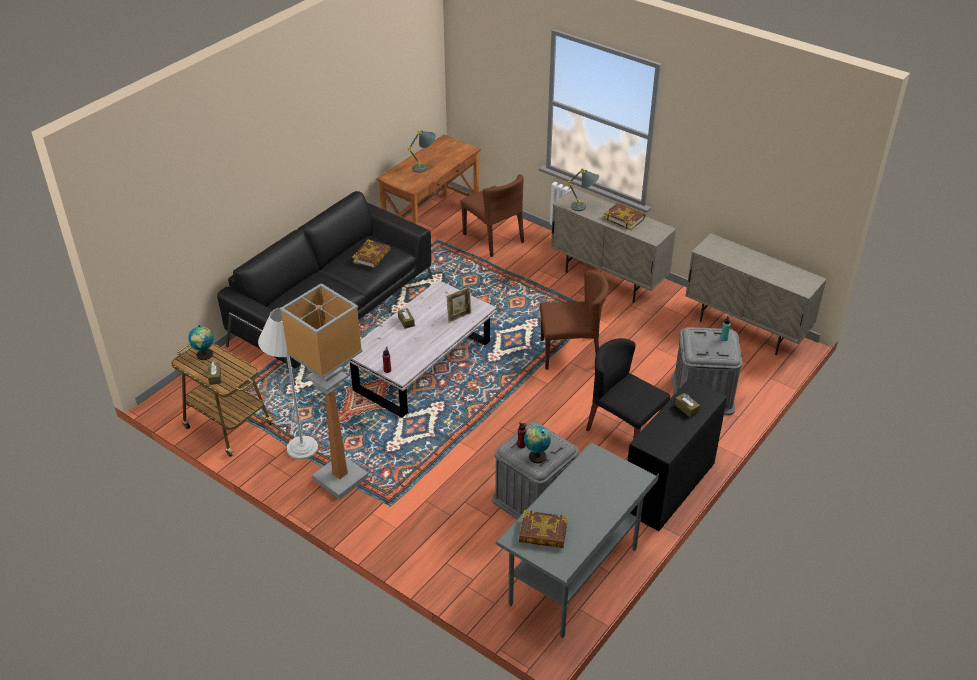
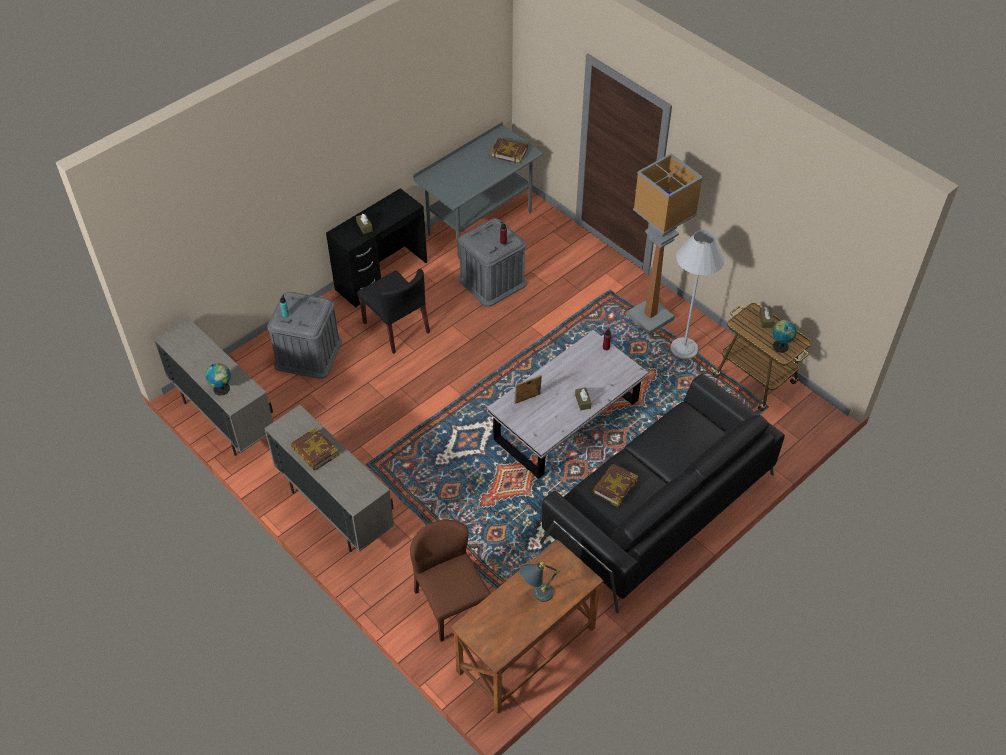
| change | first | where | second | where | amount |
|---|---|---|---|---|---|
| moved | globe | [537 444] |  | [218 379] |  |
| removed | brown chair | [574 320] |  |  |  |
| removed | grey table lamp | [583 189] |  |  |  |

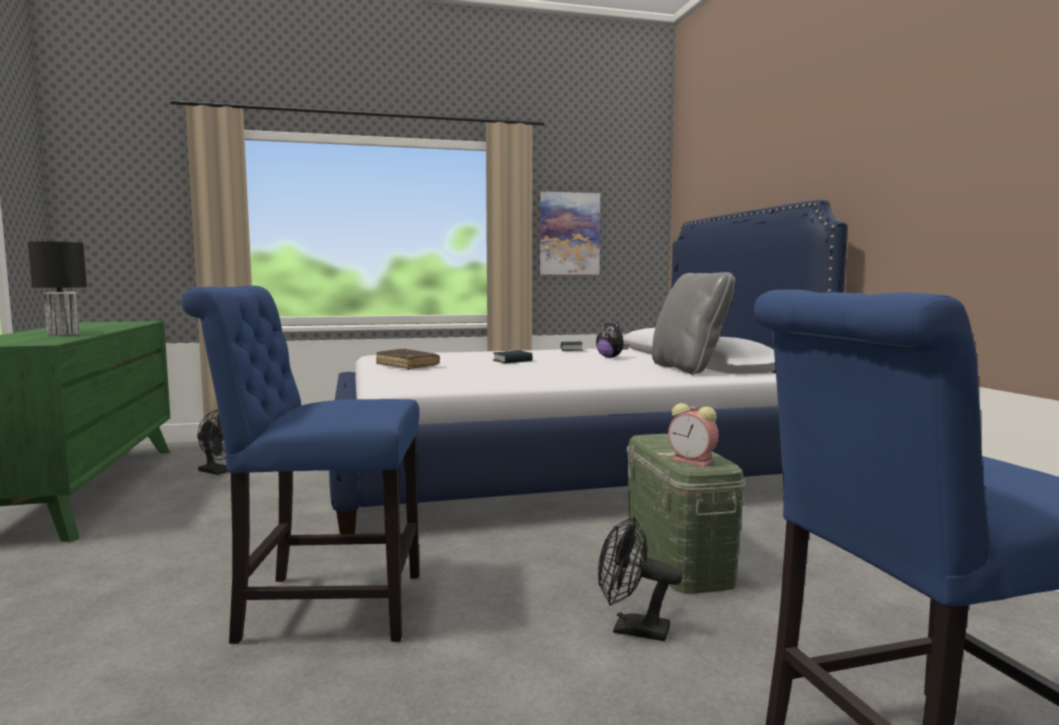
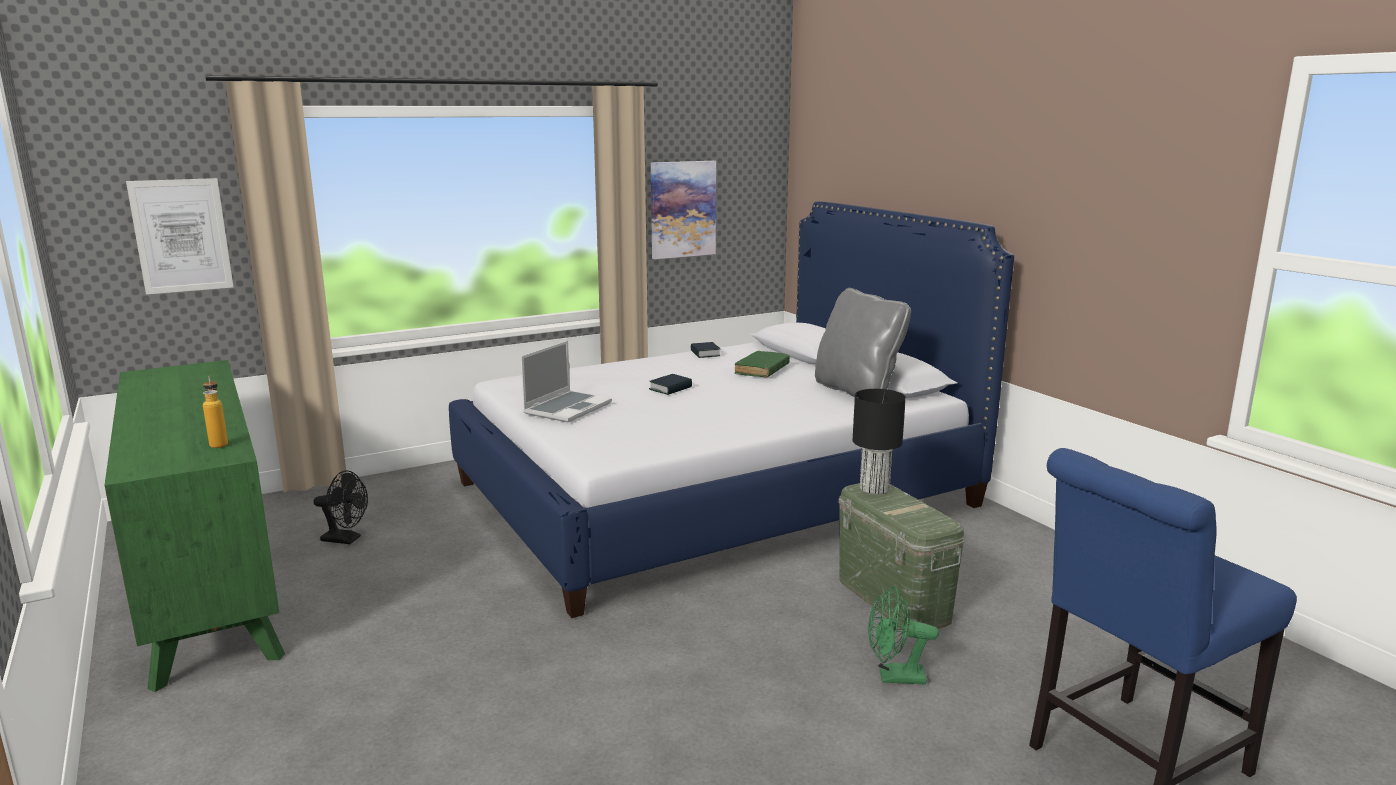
| change | first | where | second | where | amount |
|---|---|---|---|---|---|
| added |  |  | picture | [179 236] |  |
| added |  |  | bottle | [215 412] |  |
| replaced | brown book | [408 358] | laptop | [566 382] |  |
| replaced | plush toy | [612 339] | green book | [762 364] |  |
| moved | black table lamp | [57 288] |  | [879 442] |  |
| recoloured | black fan | [640 578] | green fan | [903 635] |  |
| removed | blue chair | [300 464] |  |  |  |
| removed | alarm clock | [693 435] |  |  |  |

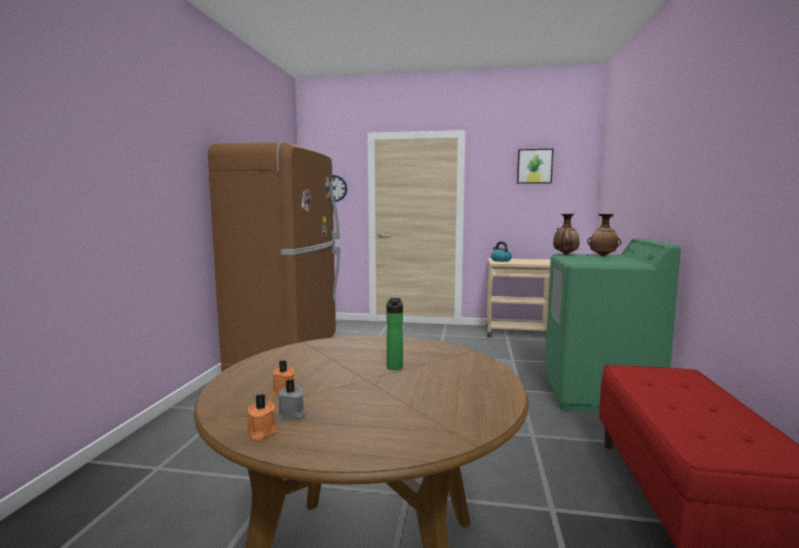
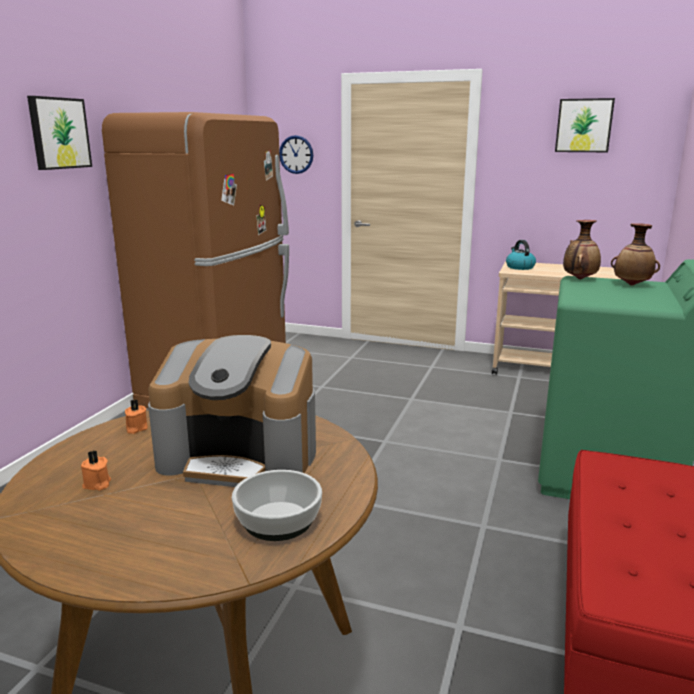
| change | first | where | second | where | amount |
|---|---|---|---|---|---|
| added |  |  | picture | [59 133] |  |
| moved | orange candle | [262 417] |  | [136 416] |  |
| replaced | bottle | [395 334] | coffee machine | [232 411] |  |
| added |  |  | bowl | [277 505] |  |
| removed | grey candle | [292 399] |  |  |  |

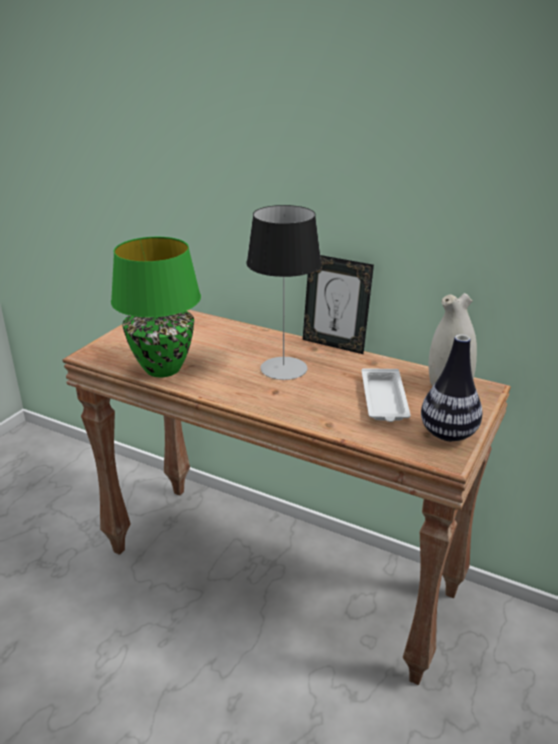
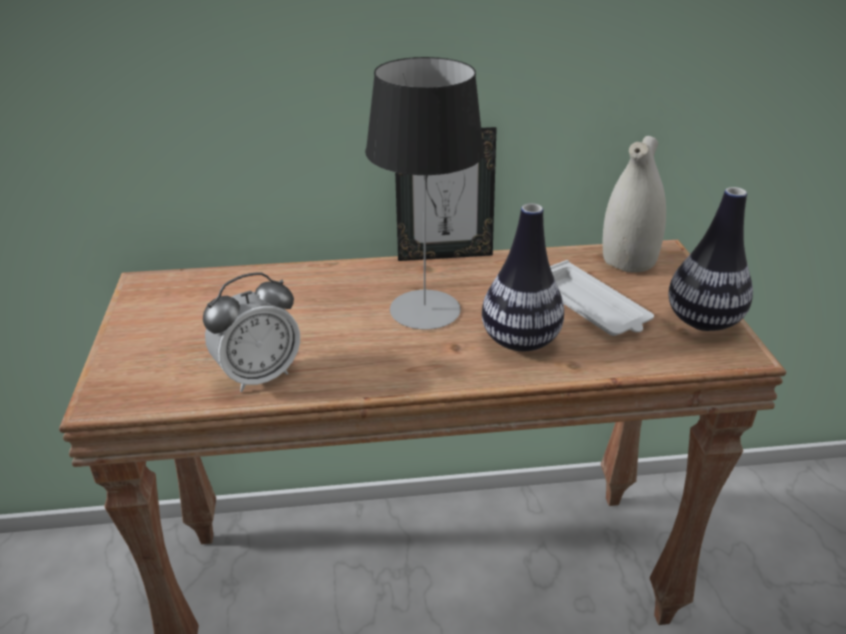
| change | first | where | second | where | amount |
|---|---|---|---|---|---|
| replaced | green table lamp | [156 307] | alarm clock | [251 332] |  |
| added |  |  | vase | [523 277] |  |

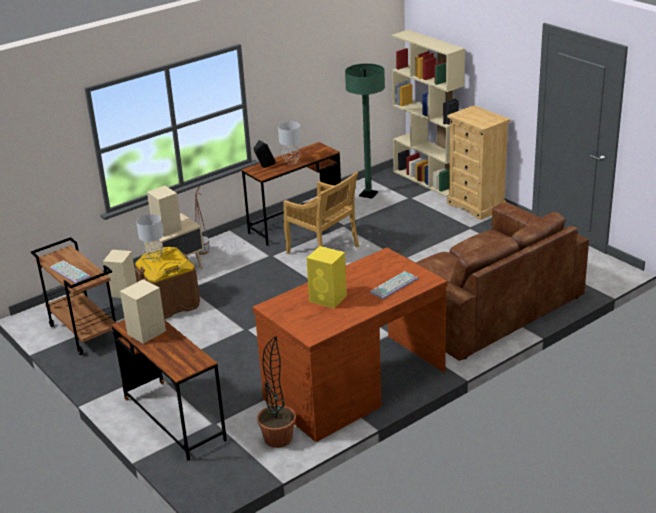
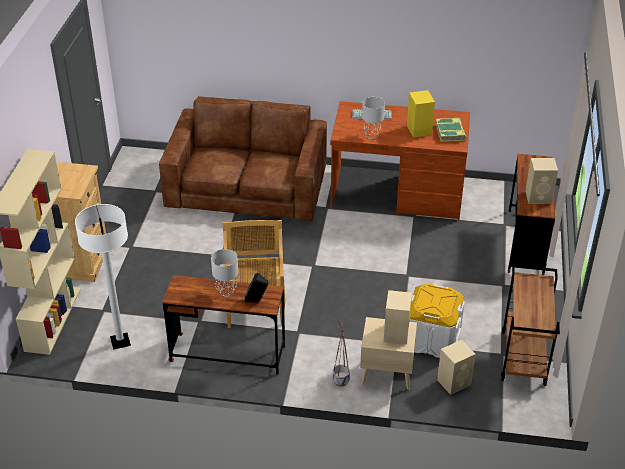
| change | first | where | second | where | amount |
|---|---|---|---|---|---|
| recoloured | green floor lamp | [365 131] | white floor lamp | [103 277] |  |
| moved | grey table lamp | [150 237] |  | [373 118] |  |
| recoloured | brown storage box | [167 283] | white storage box | [436 320] |  |
| added |  |  | book | [451 130] |  |
| removed | keyboard | [70 271] |  |  |  |
| removed | potted plant | [276 392] |  |  |  |

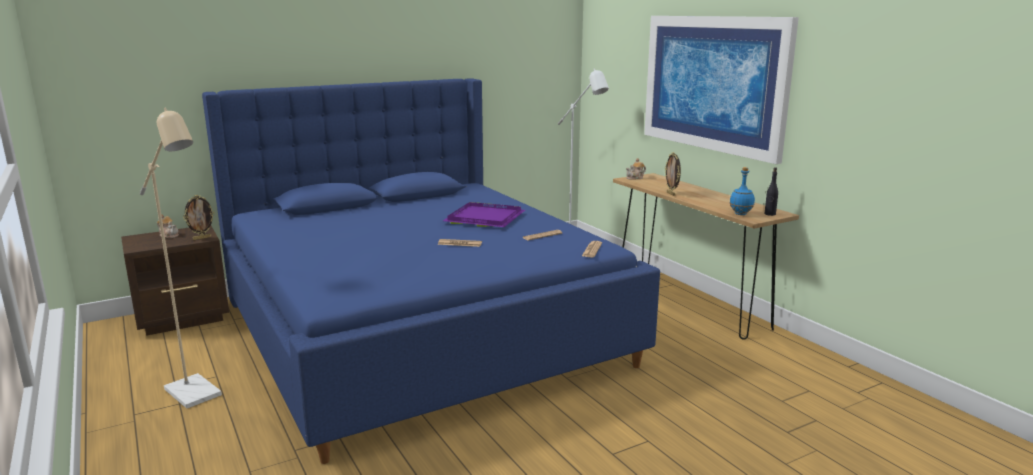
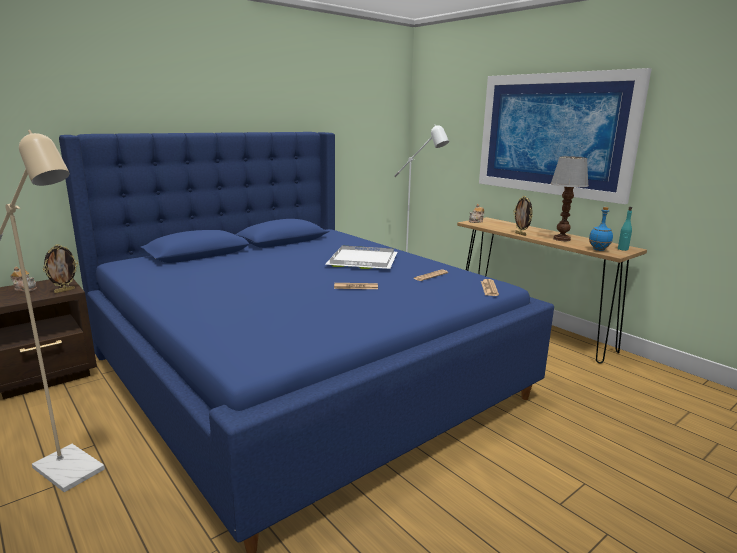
| change | first | where | second | where | amount |
|---|---|---|---|---|---|
| recoloured | purple tray | [484 214] | white tray | [361 257] |  |
| added |  |  | table lamp | [570 198] |  |
| recoloured | black bottle | [771 192] | turquoise bottle | [625 229] |  |

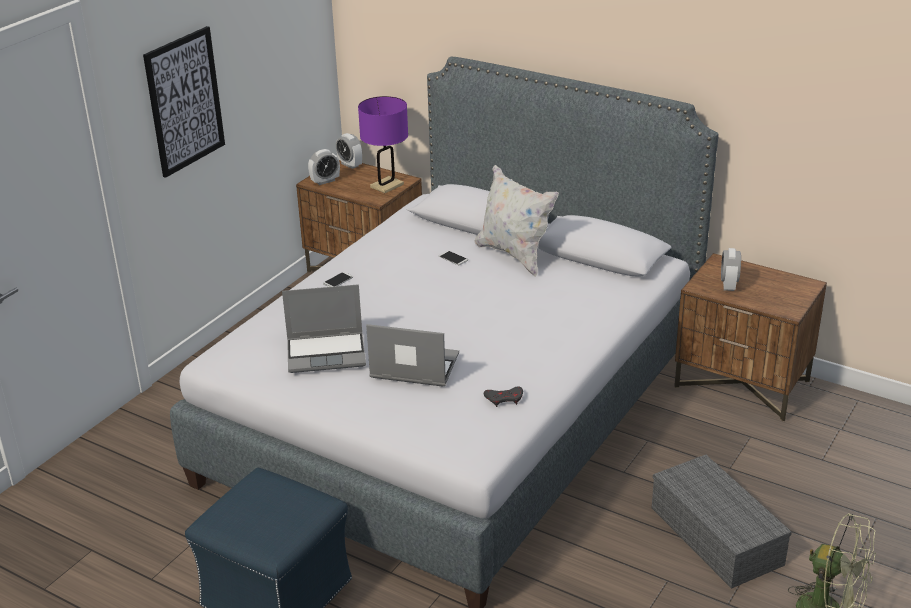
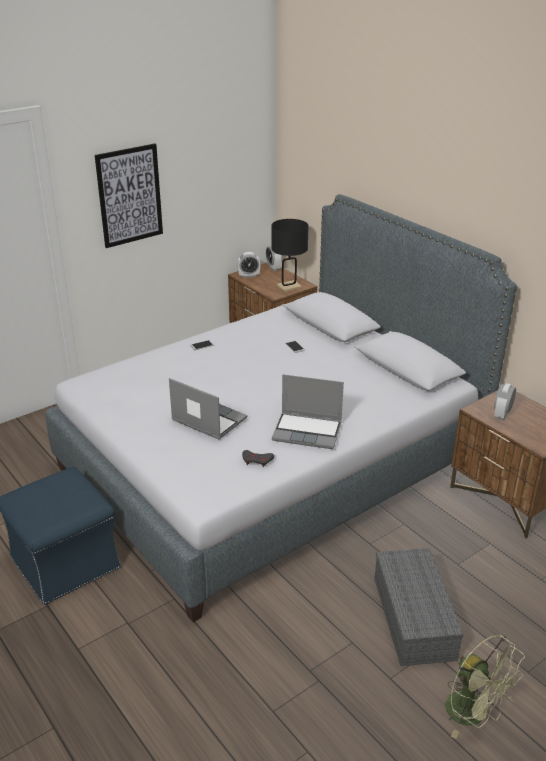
| change | first | where | second | where | amount |
|---|---|---|---|---|---|
| recoloured | purple table lamp | [383 144] | black table lamp | [290 255] |  |
| moved | laptop | [324 328] |  | [308 411] |  |
| removed | white pillow | [517 221] |  |  |  |

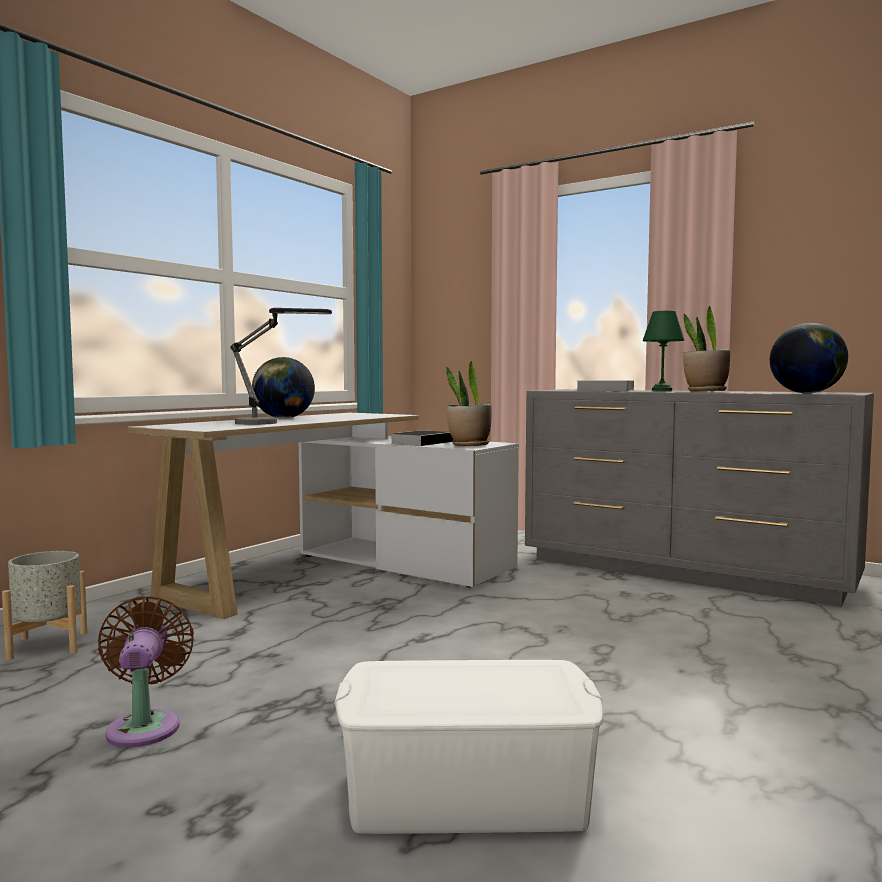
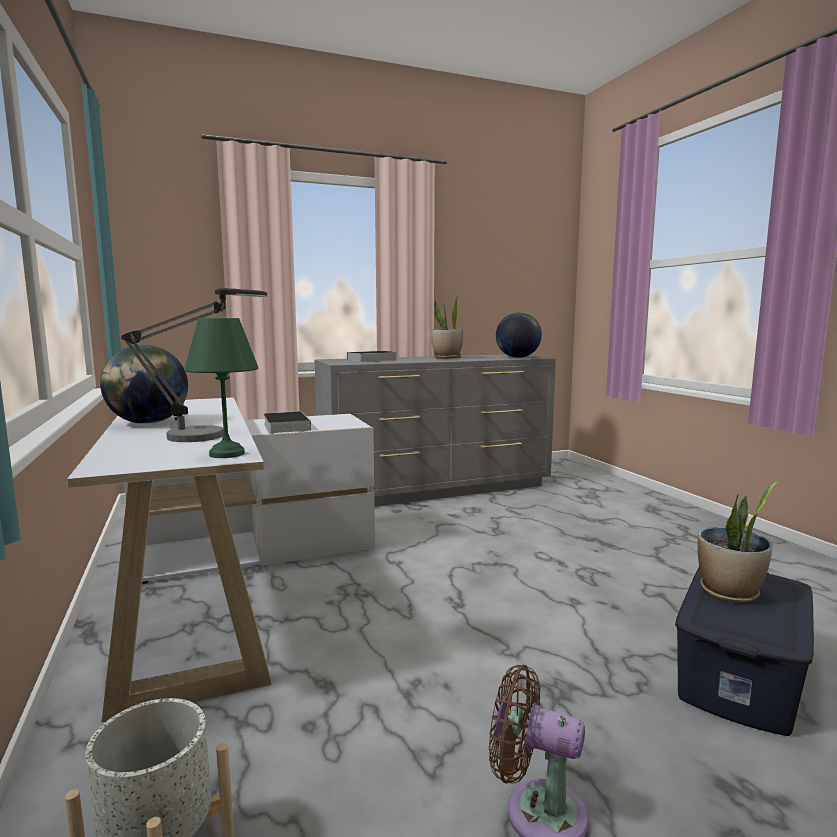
| change | first | where | second | where | amount |
|---|---|---|---|---|---|
| moved | green table lamp | [663 351] |  | [221 388] |  |
| recoloured | white storage box | [468 747] | blue storage box | [744 652] |  |
| moved | potted plant | [469 403] |  | [737 542] |  |

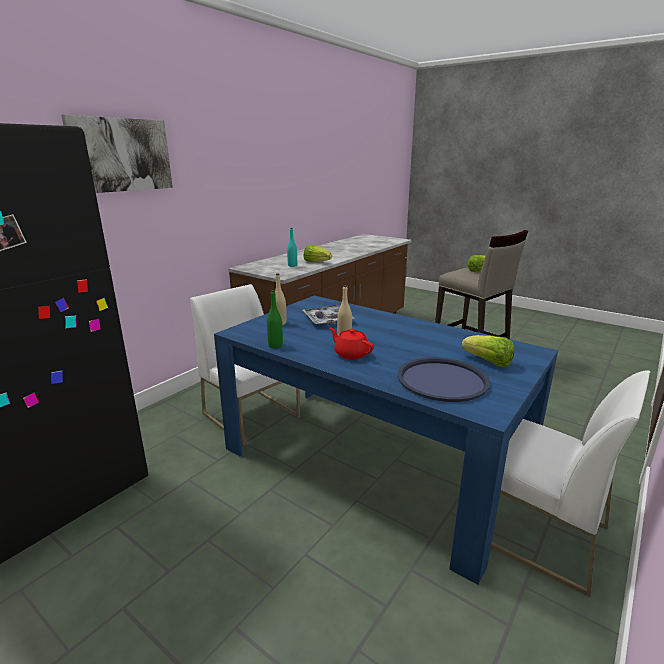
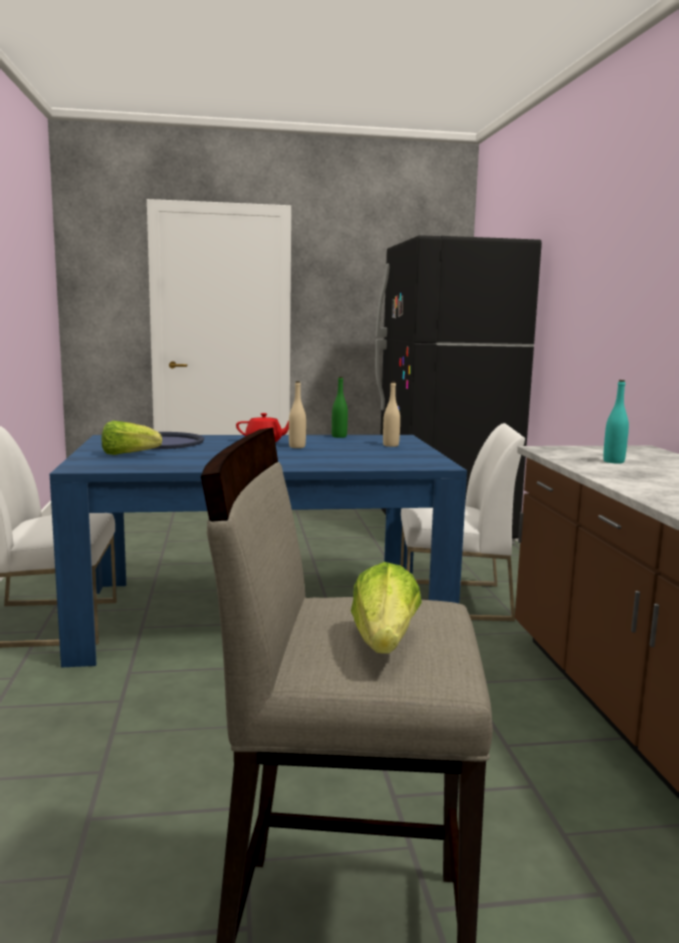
| change | first | where | second | where | amount |
|---|---|---|---|---|---|
| removed | picture | [117 154] |  |  |  |
| removed | tray | [328 315] |  |  |  |
| removed | lettuce | [318 253] |  |  |  |

